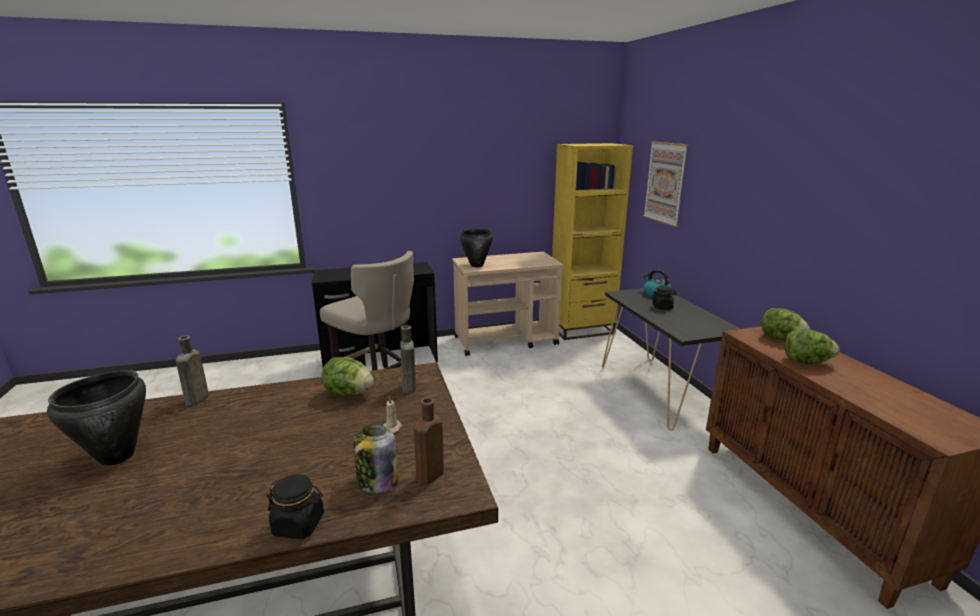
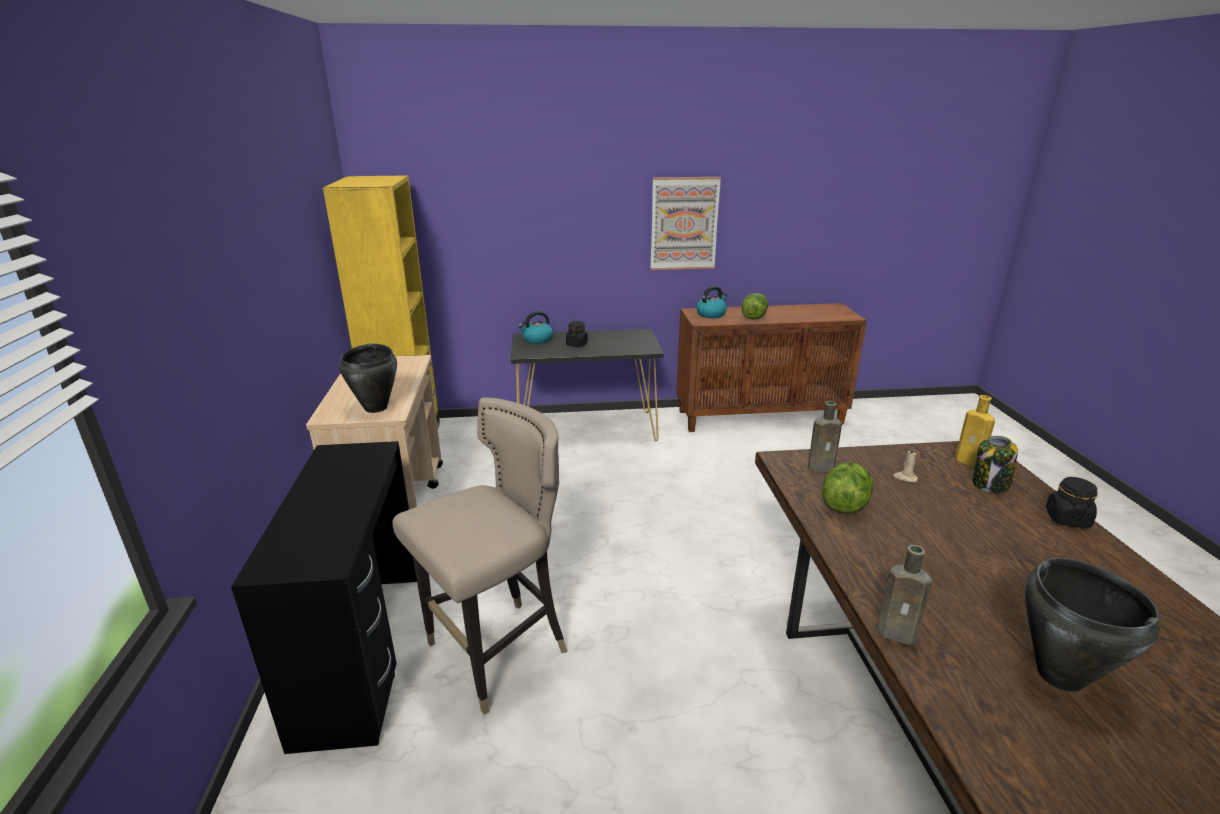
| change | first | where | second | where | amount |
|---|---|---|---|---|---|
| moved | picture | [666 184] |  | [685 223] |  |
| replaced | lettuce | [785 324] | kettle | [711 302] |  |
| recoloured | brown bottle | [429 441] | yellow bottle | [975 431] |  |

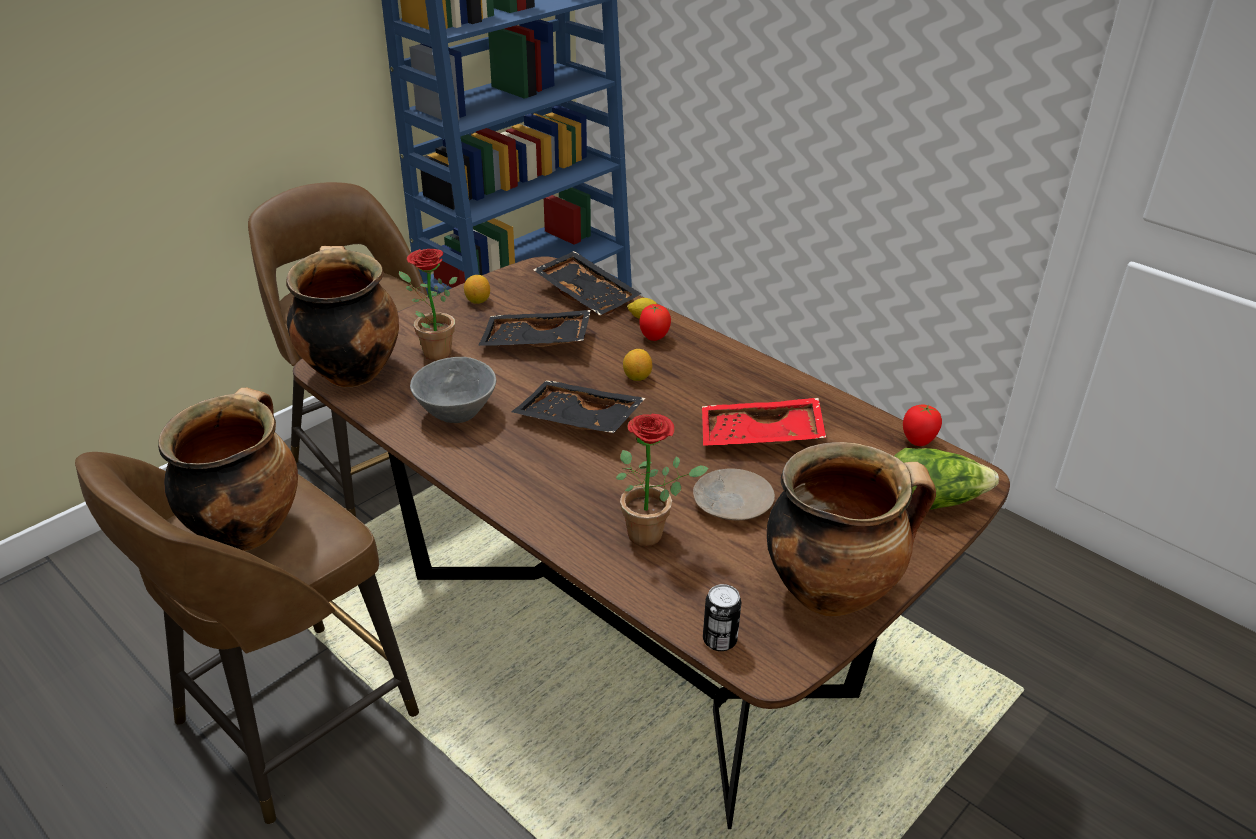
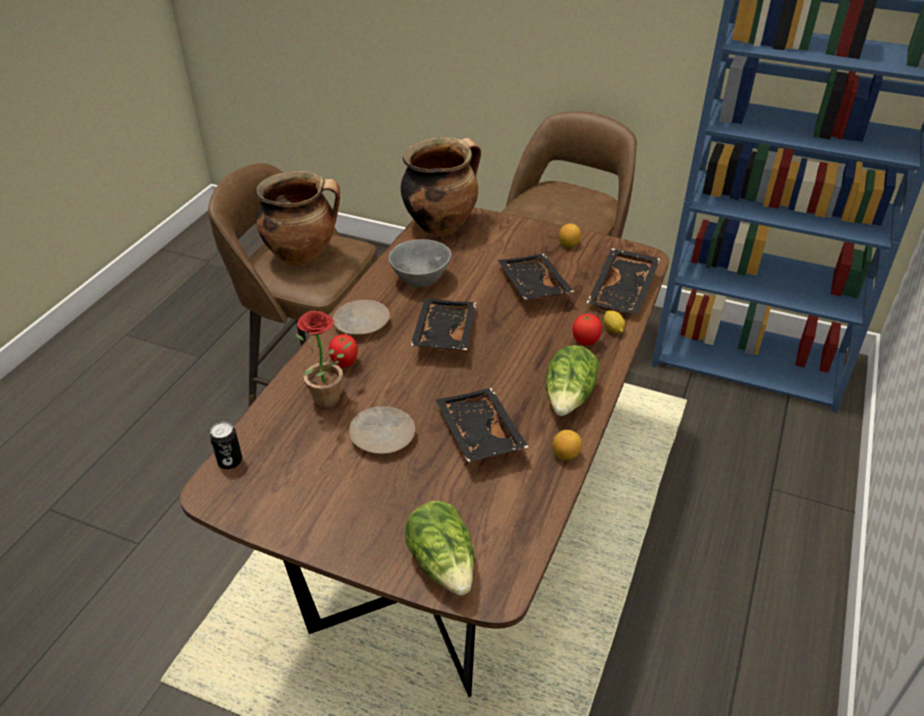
| change | first | where | second | where | amount |
|---|---|---|---|---|---|
| moved | tomato | [922 425] |  | [343 351] |  |
| added |  |  | beige plate | [361 317] |  |
| recoloured | red tray | [764 422] | black tray | [482 425] |  |
| added |  |  | lettuce | [572 380] |  |
| moved | lemon | [637 365] |  | [567 445] |  |
| removed | potted plant | [428 305] |  |  |  |
| removed | cooking pot | [851 529] |  |  |  |

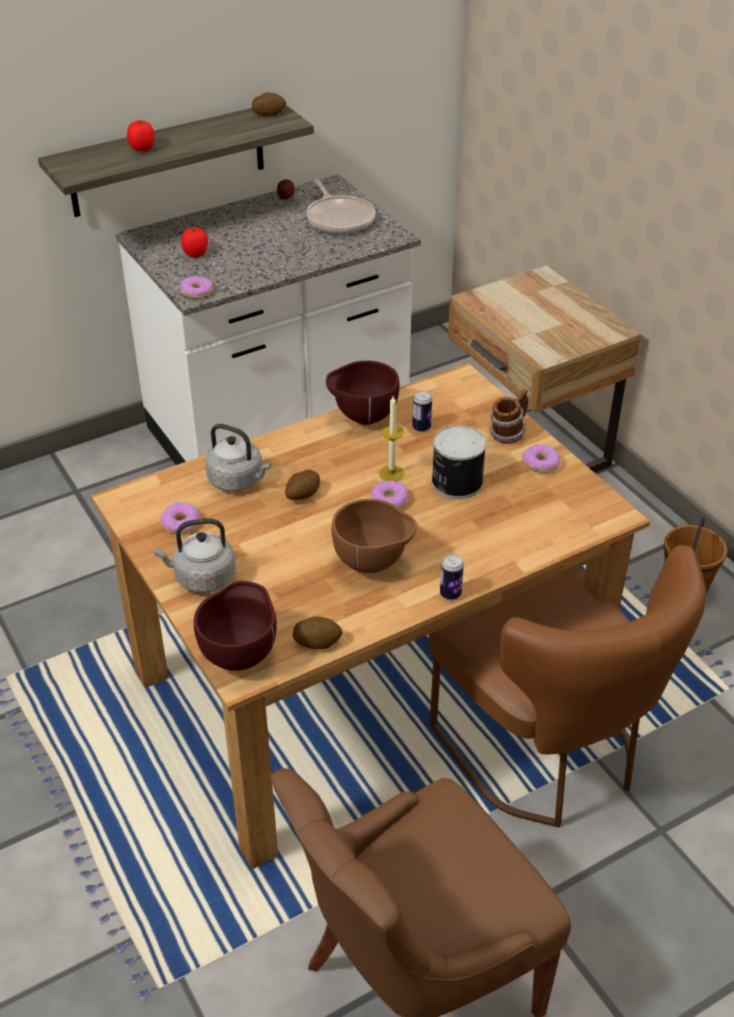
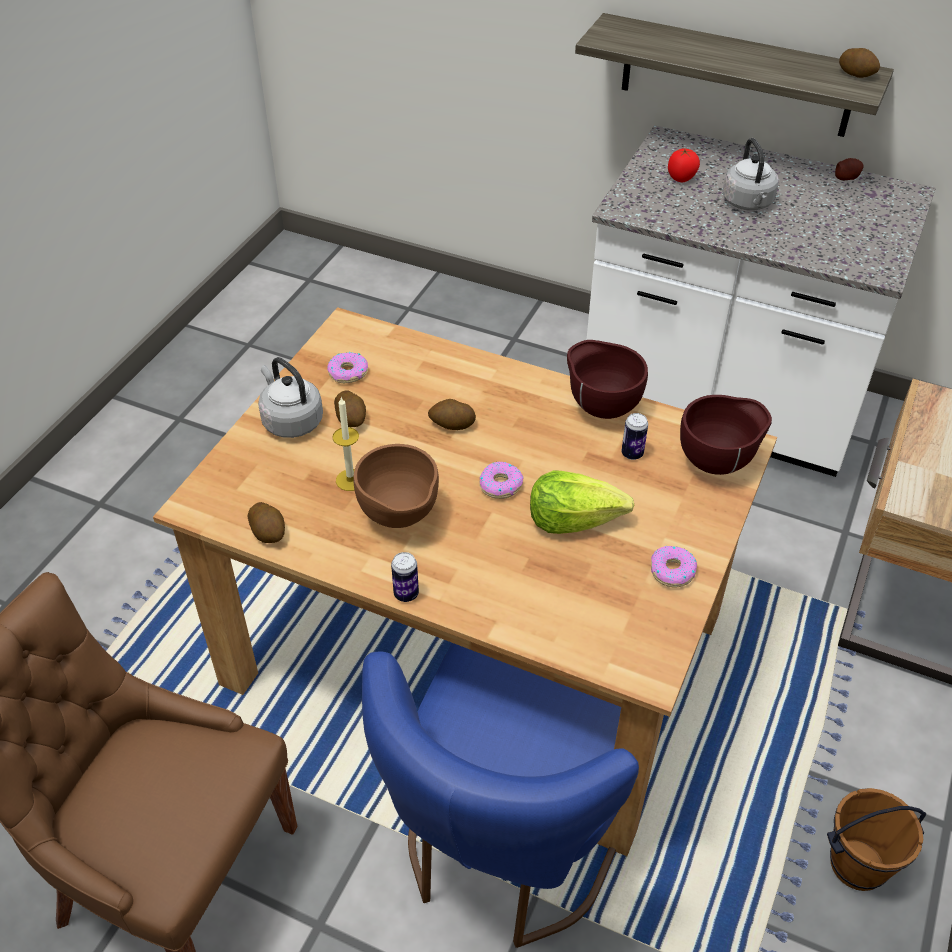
| change | first | where | second | where | amount |
|---|---|---|---|---|---|
| moved | candle | [392 438] |  | [345 444] |  |
| added |  |  | potato | [350 408] |  |
| recoloured | brown chair | [567 686] | blue chair | [500 795] |  |
| replaced | can | [459 462] | lettuce | [582 502] |  |
| moved | brown bowl | [235 626] |  | [726 435] |  |
| moved | grey kettle | [238 458] |  | [750 174] |  |
| removed | tomato | [141 136] |  |  |  |
| removed | donut | [196 287] |  |  |  |
| removed | frying pan | [341 206] |  |  |  |
| removed | mug | [508 416] |  |  |  |

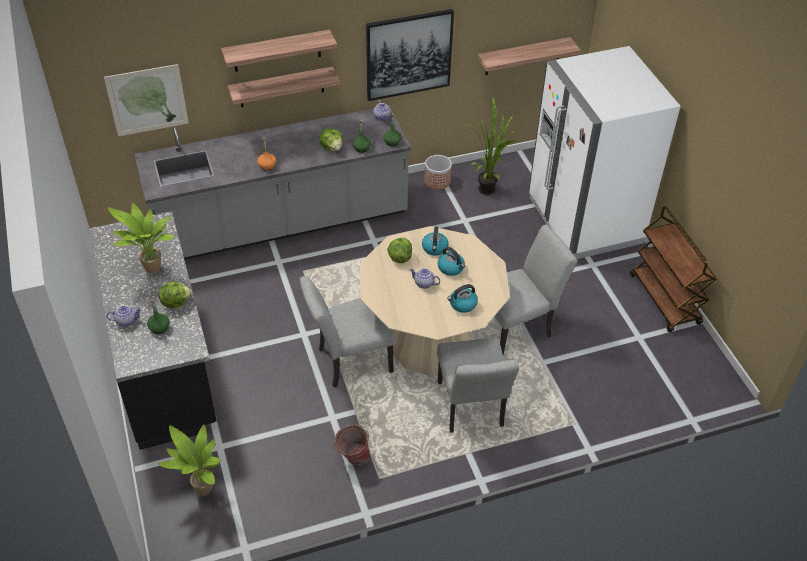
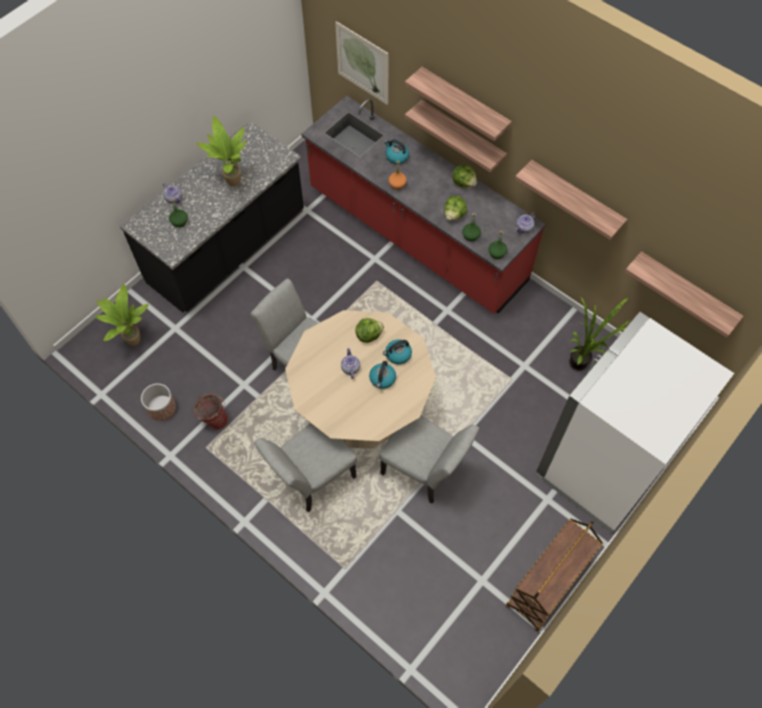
| change | first | where | second | where | amount |
|---|---|---|---|---|---|
| moved | planter | [438 172] |  | [158 402] |  |
| recoloured | grey counter | [272 183] | red counter | [423 205] |  |
| moved | kettle | [462 298] |  | [396 151] |  |
| moved | lettuce | [175 295] |  | [464 176] |  |
| replaced | picture | [410 55] | shelf | [571 200] |  |

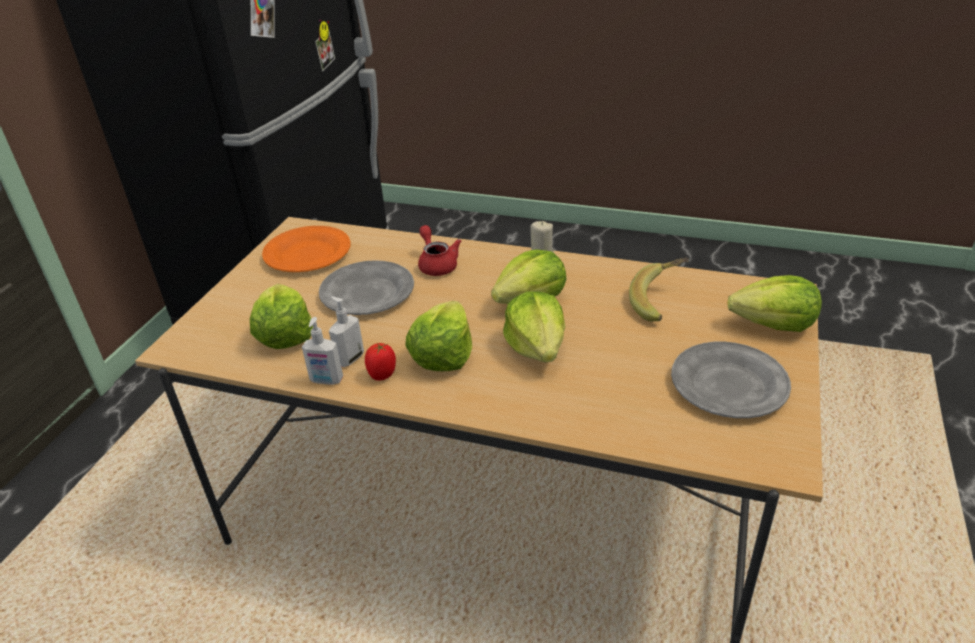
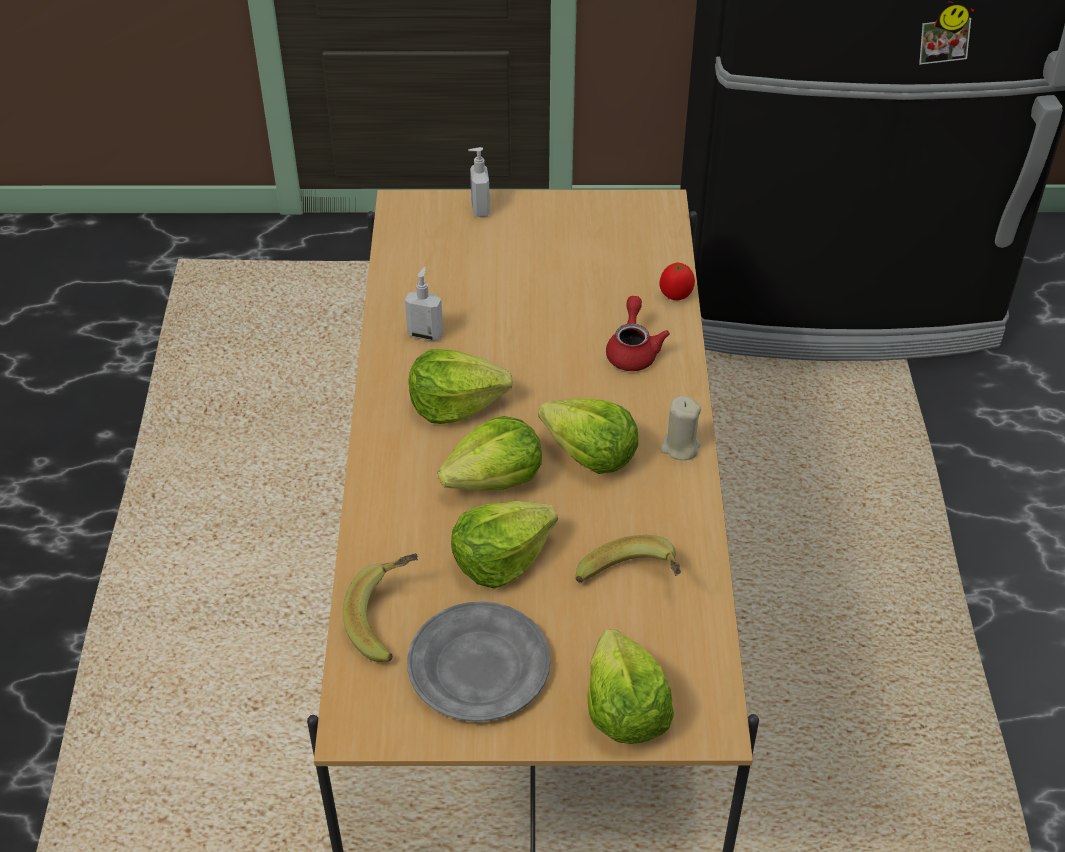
| change | first | where | second | where | amount |
|---|---|---|---|---|---|
| added |  |  | banana | [380 607] |  |
| moved | lettuce | [281 316] |  | [504 544] |  |
| moved | soap dispenser | [322 351] |  | [479 182] |  |
| turned | red teapot | [439 250] |  | [638 333] | 45 degrees counterclockwise |
| moved | tomato | [380 362] |  | [677 281] |  |
| removed | orange plate | [306 249] |  |  |  |
| removed | grey plate | [366 287] |  |  |  |

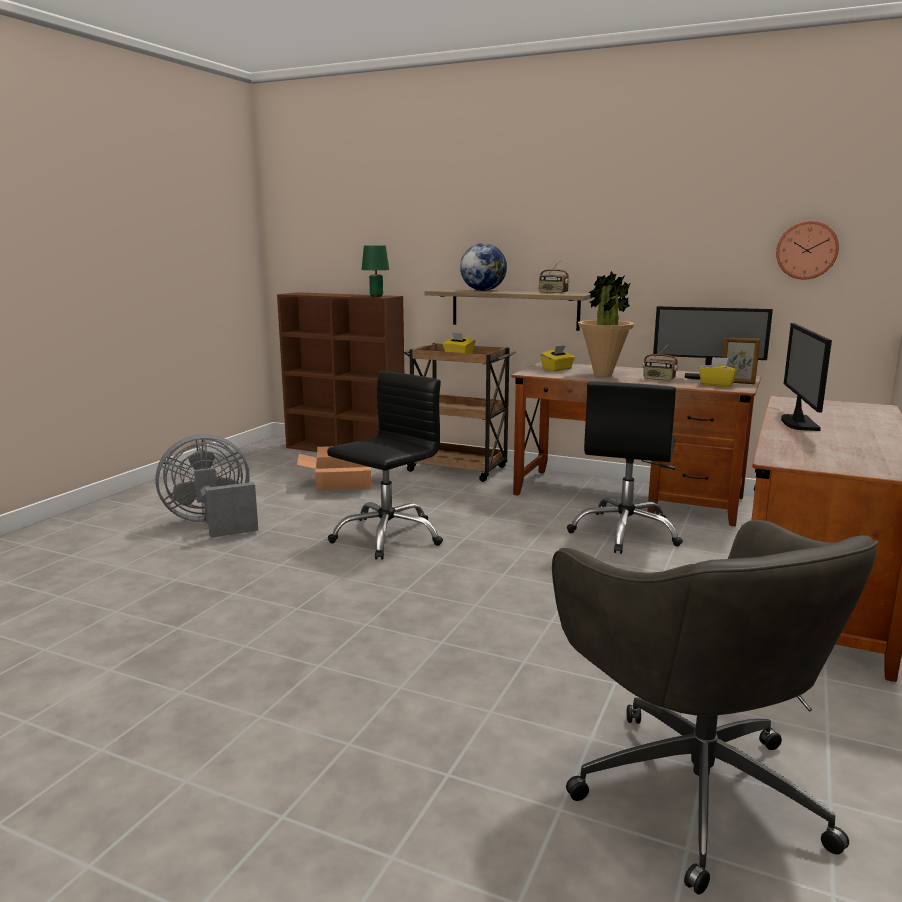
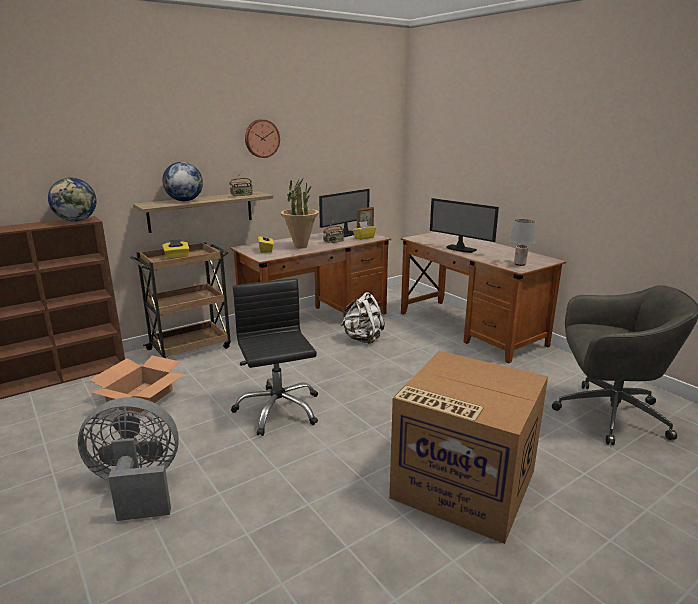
| change | first | where | second | where | amount |
|---|---|---|---|---|---|
| replaced | green table lamp | [375 271] | globe | [72 199] |  |
| turned | grey fan | [206 486] |  | [128 459] | 75 degrees clockwise |
| moved | wall clock | [807 250] |  | [262 138] |  |
| replaced | black office chair | [625 467] | white backpack | [363 318] |  |
| added |  |  | cardboard box | [468 447] |  |
| added |  |  | grey table lamp | [522 242] |  |

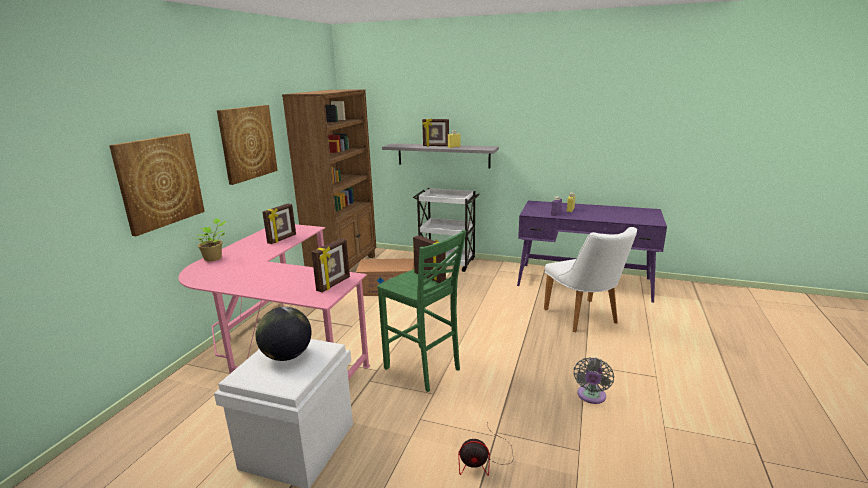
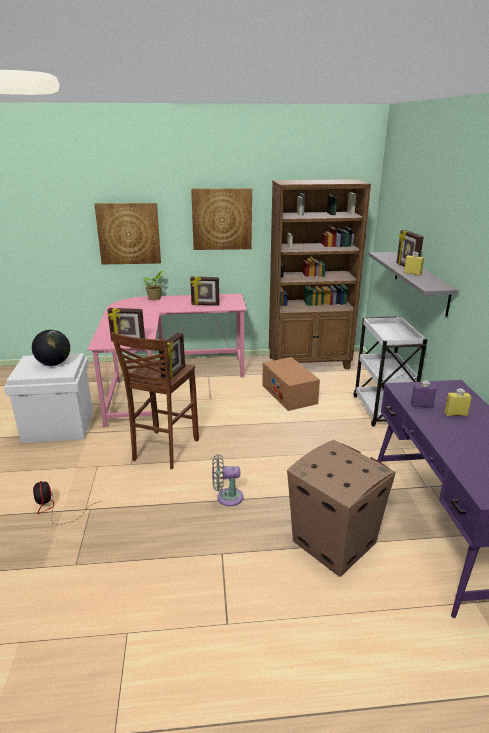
| change | first | where | second | where | amount |
|---|---|---|---|---|---|
| recoloured | green stool | [421 311] | brown stool | [155 400] |  |
| moved | grey fan | [594 380] |  | [227 480] |  |
| replaced | white chair | [590 279] | cardboard box | [341 508] |  |

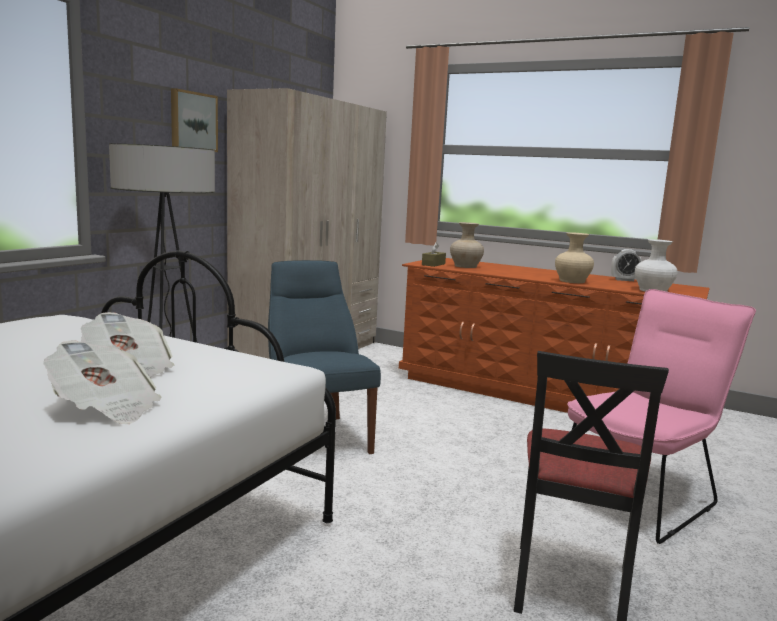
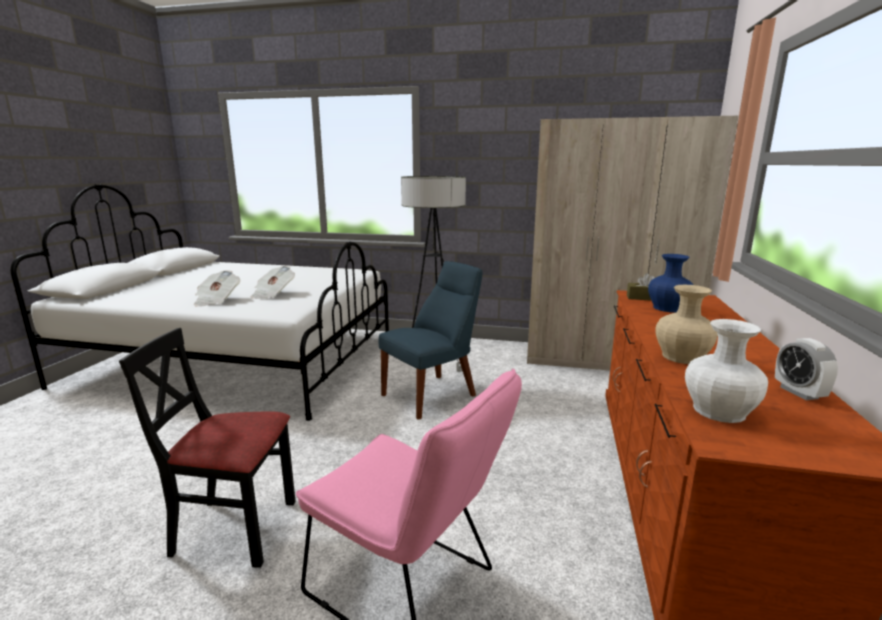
| change | first | where | second | where | amount |
|---|---|---|---|---|---|
| recoloured | beige vase | [467 245] | blue vase | [670 283] |  |
| removed | picture | [194 120] |  |  |  |

